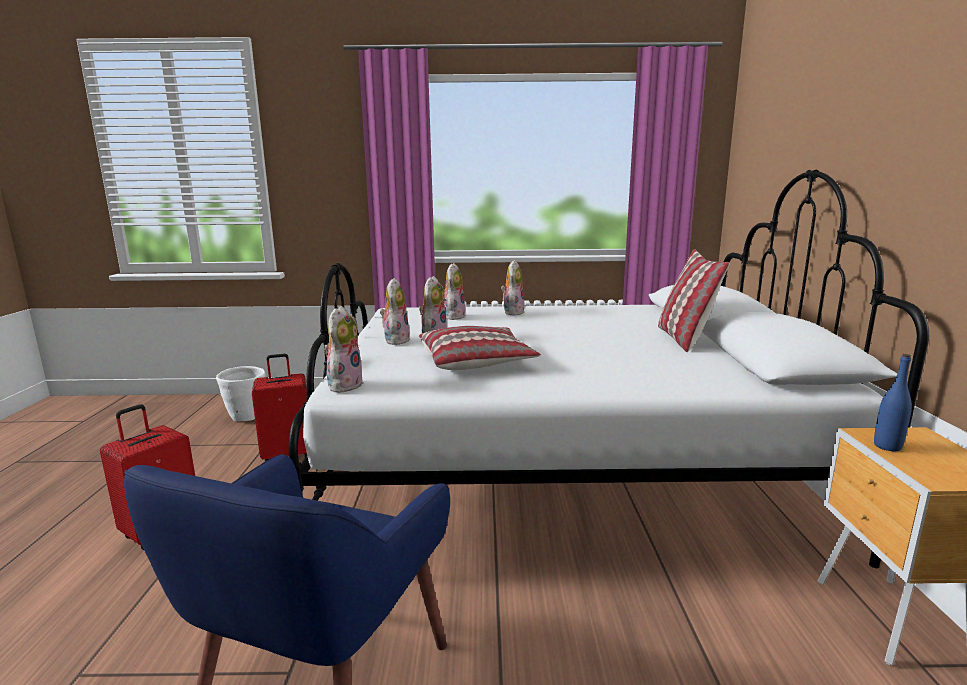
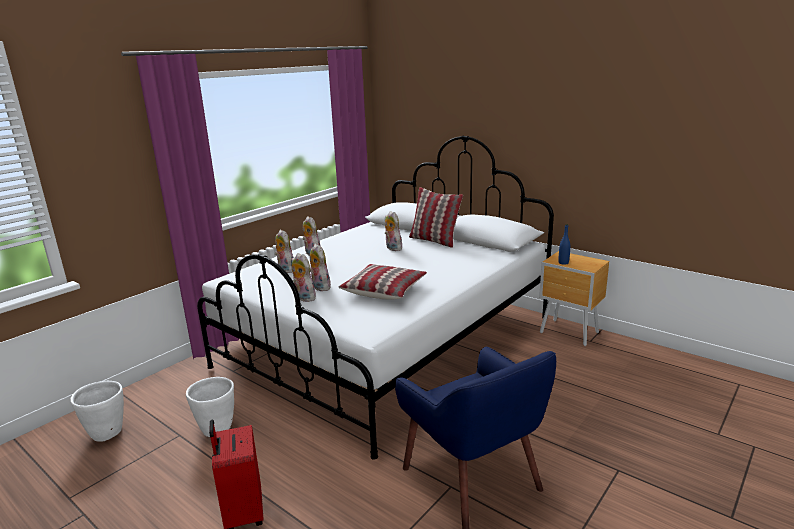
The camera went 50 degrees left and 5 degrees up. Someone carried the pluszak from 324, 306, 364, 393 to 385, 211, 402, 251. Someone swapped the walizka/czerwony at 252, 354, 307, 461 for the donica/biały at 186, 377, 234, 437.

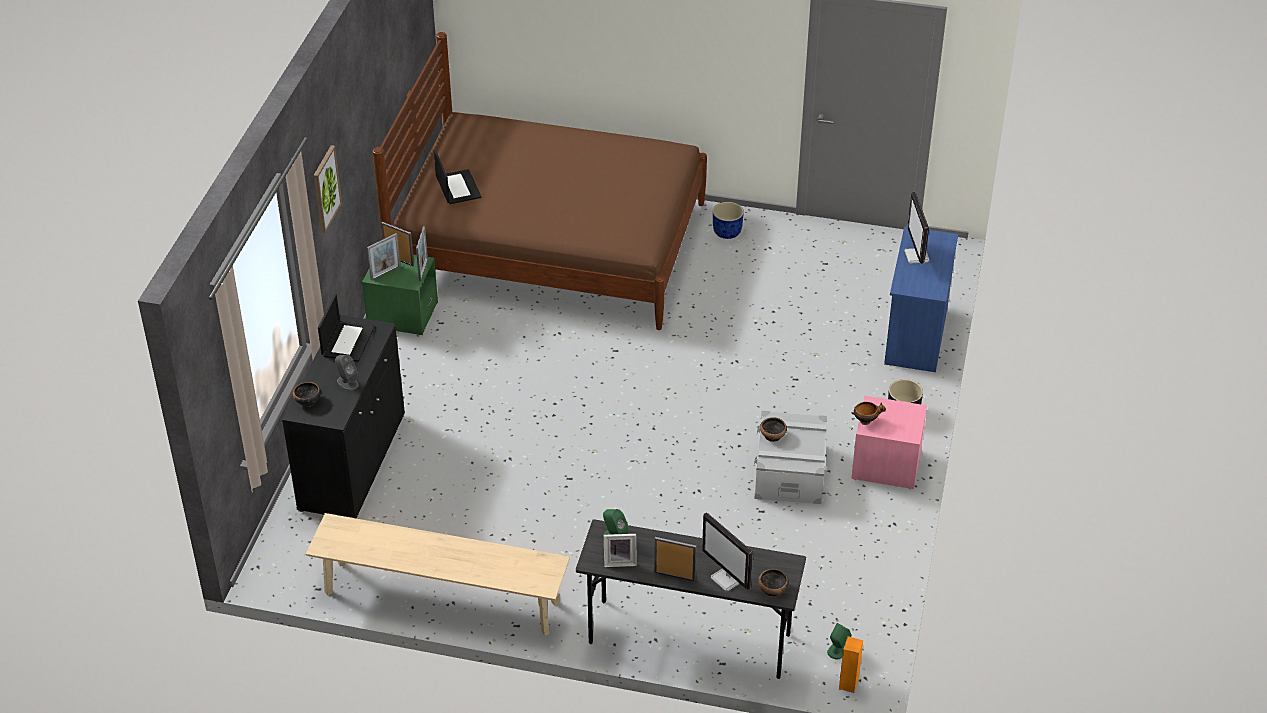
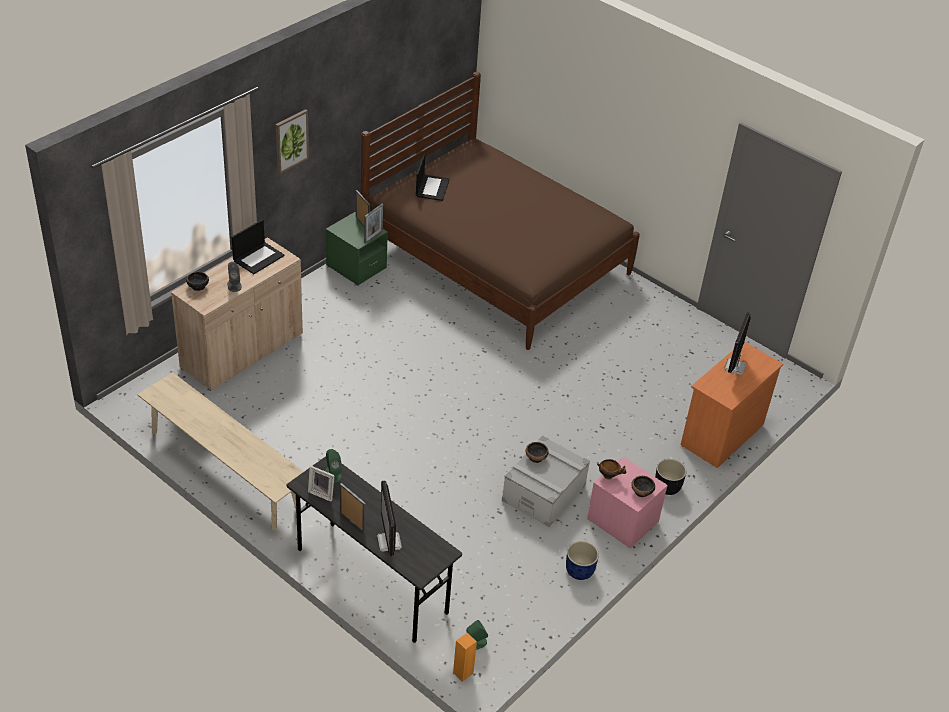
The camera went 25 degrees right and 0 degrees up. Someone carried the donica/niebieski from 713, 202, 744, 239 to 566, 541, 599, 580. Someone repainted the komoda/niebieski at 884, 226, 958, 372, which became the komoda/pomarańczowy at 681, 342, 783, 468. Someone took away the ramka na zdjęcie at 367, 233, 400, 281. Someone repainted the szafka/czarny at 282, 315, 405, 518, which became the szafka/beżowy at 171, 237, 303, 391. Someone carried the miska from 758, 569, 789, 597 to 631, 476, 655, 497.

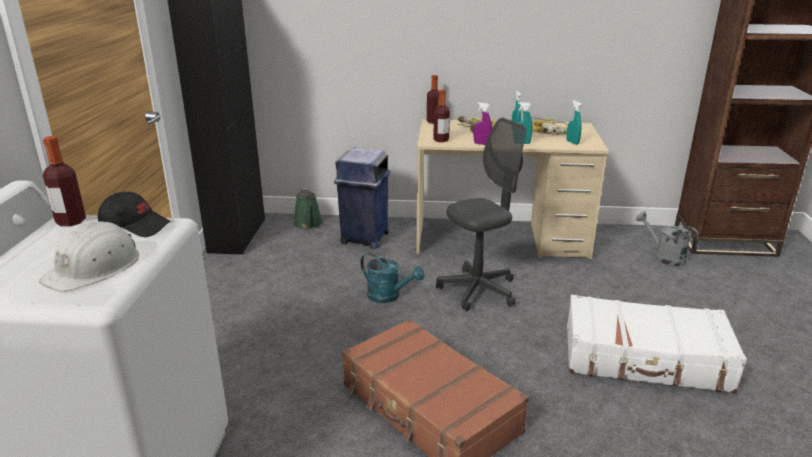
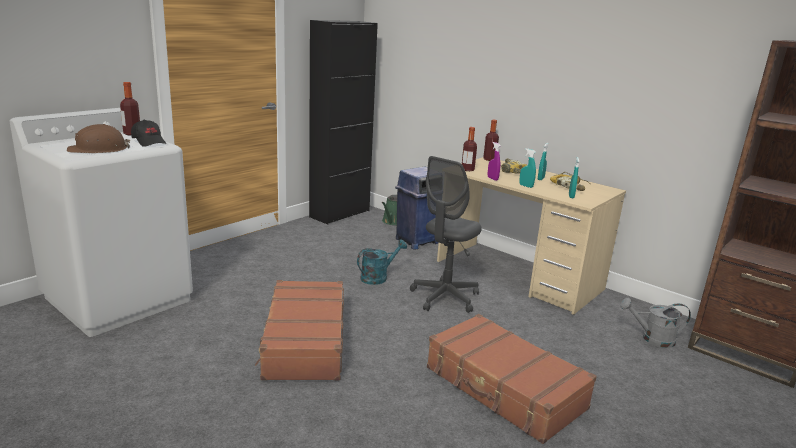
The camera went 35 degrees right and 5 degrees down. Someone rotated the krzesło biurowe/szary at 436, 118, 526, 311 by 120 degrees clockwise. Someone rotated the konewka/szary at 636, 212, 699, 266 by 75 degrees counterclockwise. Someone repainted the kask/biały at 39, 222, 139, 292, which became the kask/brązowy at 67, 124, 130, 153. Someone rotated the konewka/turkusowy at 360, 253, 425, 303 by 105 degrees counterclockwise. Someone repainted the walizka/biały at 567, 295, 747, 394, which became the walizka/brązowy at 427, 314, 597, 444.

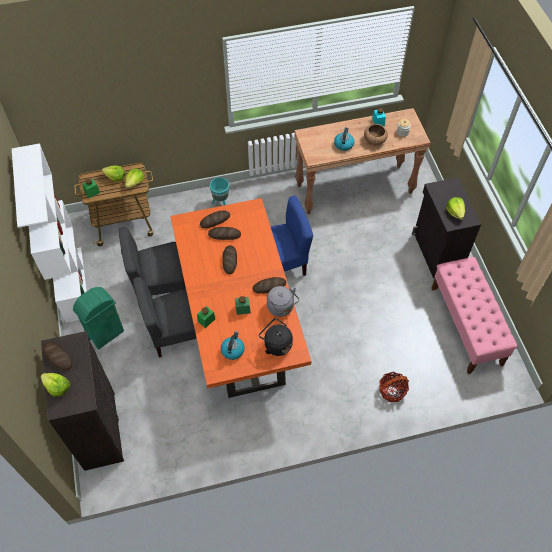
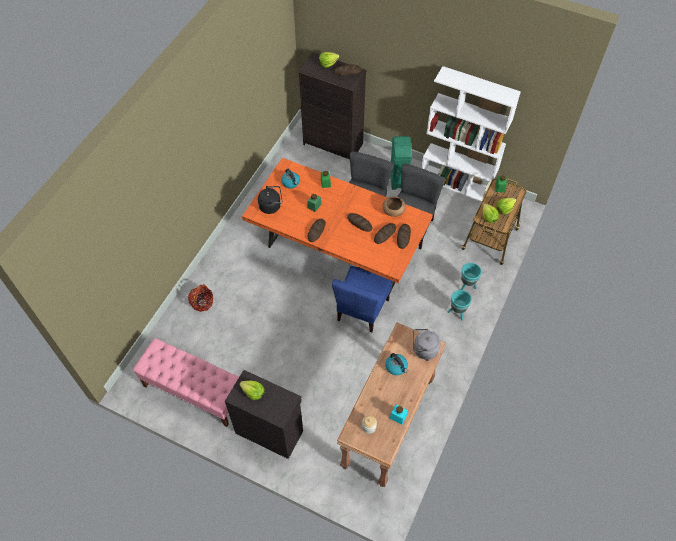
The camera went 130 degrees right and 0 degrees up. Someone carried the miska/brązowy from 364, 124, 388, 145 to 383, 196, 406, 217. Someone carried the czajnik/szary from 267, 286, 299, 317 to 413, 329, 441, 361. Someone put down the donica/turkusowy at 461, 263, 481, 290.

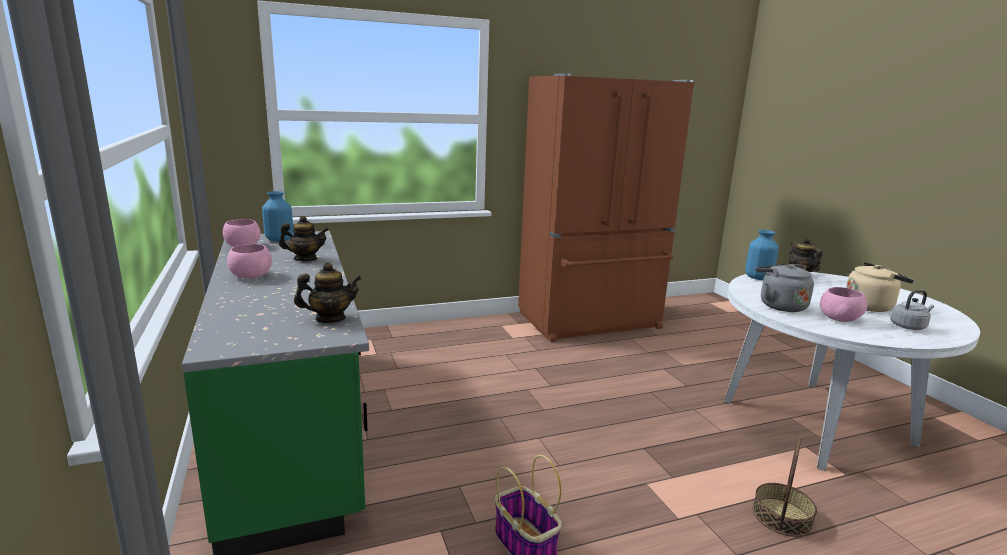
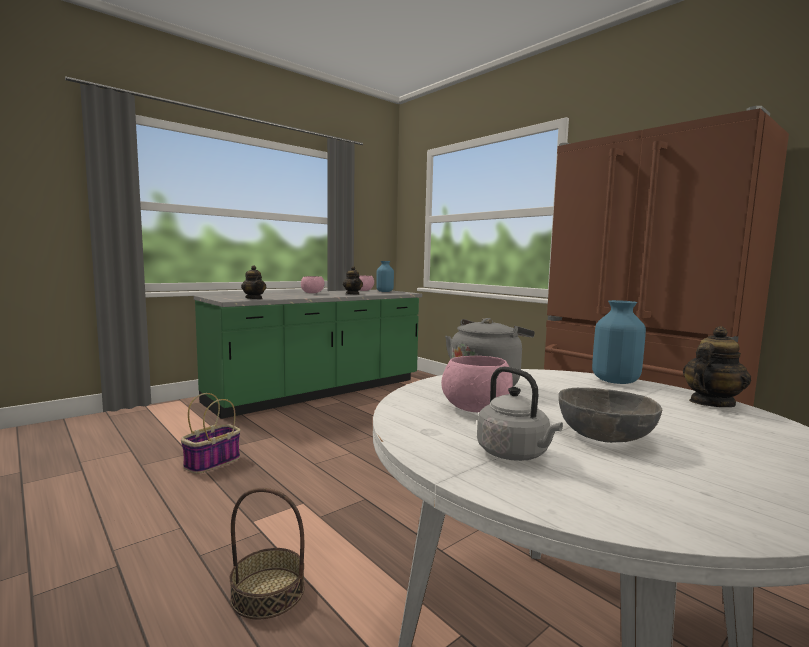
The camera went 70 degrees right and 10 degrees down. Someone swapped the czajnik/beżowy at 846, 262, 914, 312 for the miska/szary at 558, 388, 662, 443.

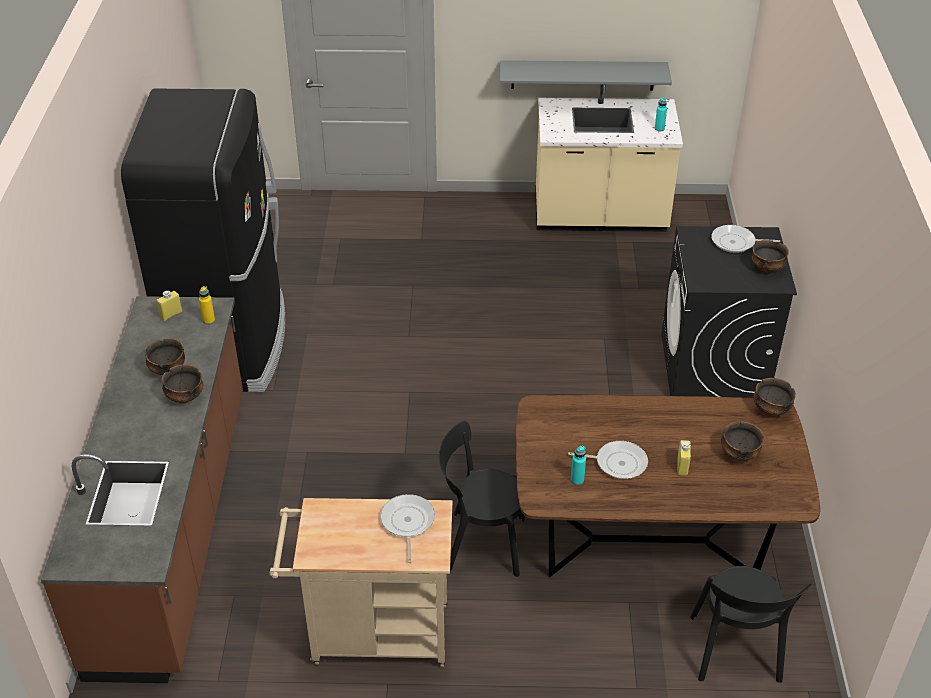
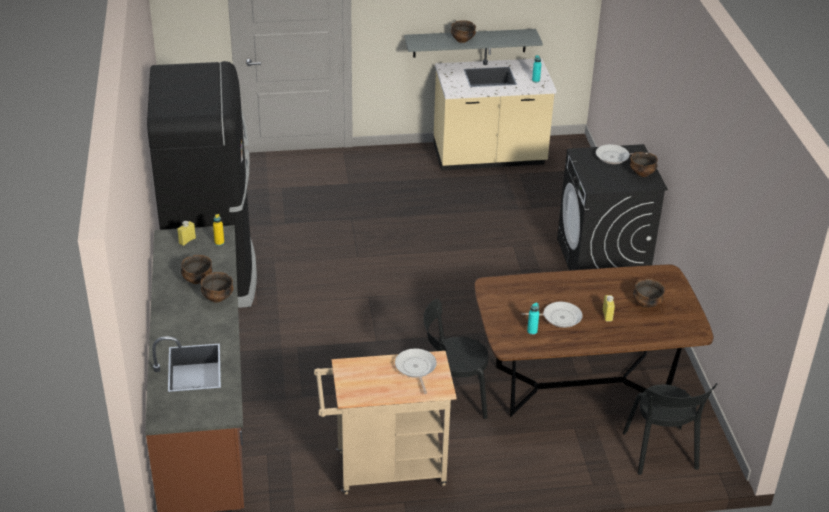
The camera went 10 degrees left and 5 degrees down. Someone carried the miska from 754, 378, 796, 416 to 451, 20, 476, 43.

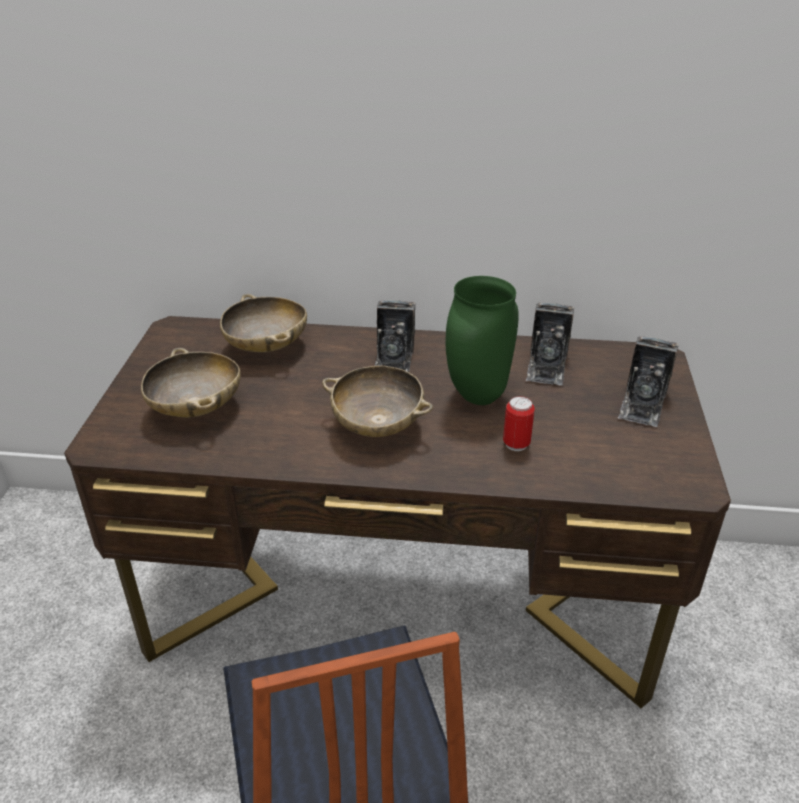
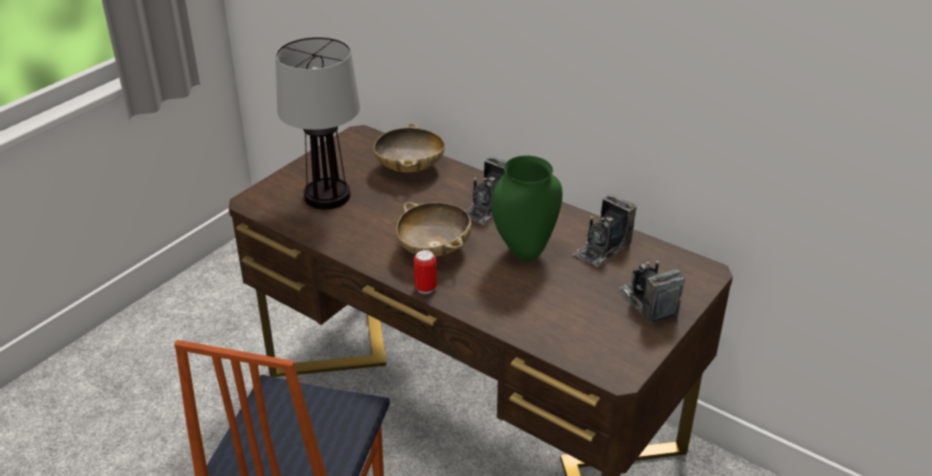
The camera went 30 degrees right and 0 degrees up. Someone rotated the aparat fotograficzny at 618, 336, 679, 427 by 105 degrees clockwise. Someone swapped the miska/beżowy at 141, 348, 241, 418 for the lampa stołowa at 276, 37, 360, 209. Someone carried the puszka from 503, 396, 535, 451 to 414, 250, 437, 294.

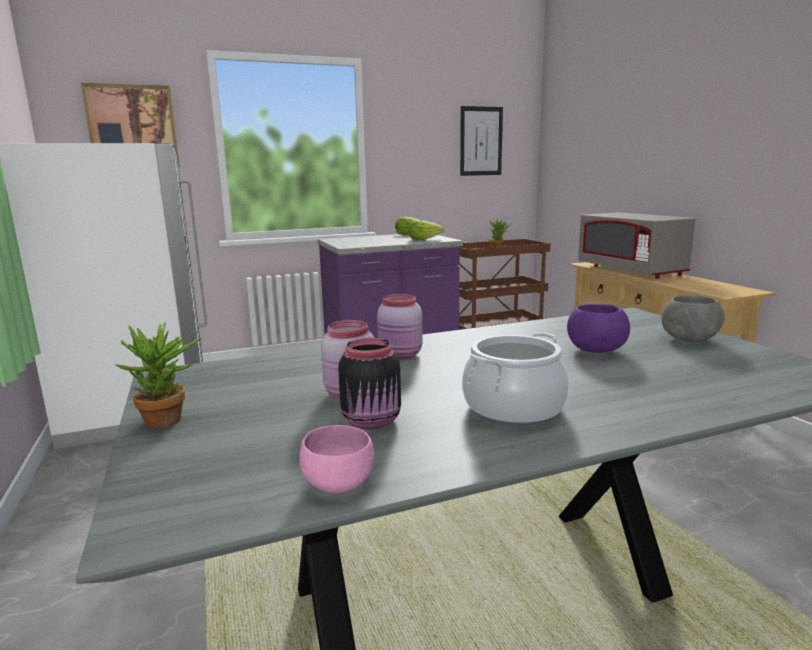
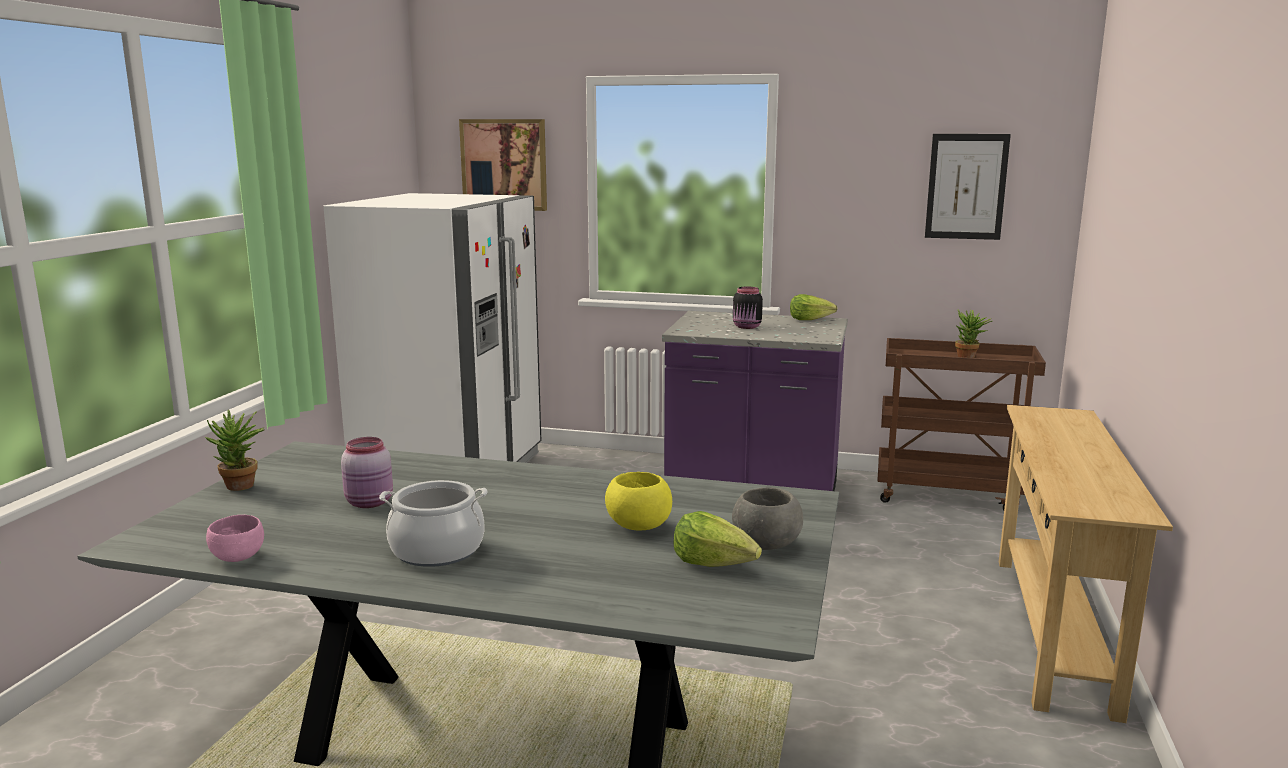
The camera went 35 degrees right and 0 degrees up. Someone took away the mikrofalówka/szary at 578, 212, 695, 279. Someone carried the sałata from 409, 220, 444, 240 to 673, 511, 762, 567. Someone took away the słoik/różowy at 377, 294, 423, 359. Someone repainted the miska/fioletowy at 567, 304, 630, 353, which became the miska/żółty at 605, 472, 672, 531. Someone carried the słoik/czarny from 338, 338, 401, 429 to 733, 287, 763, 329.

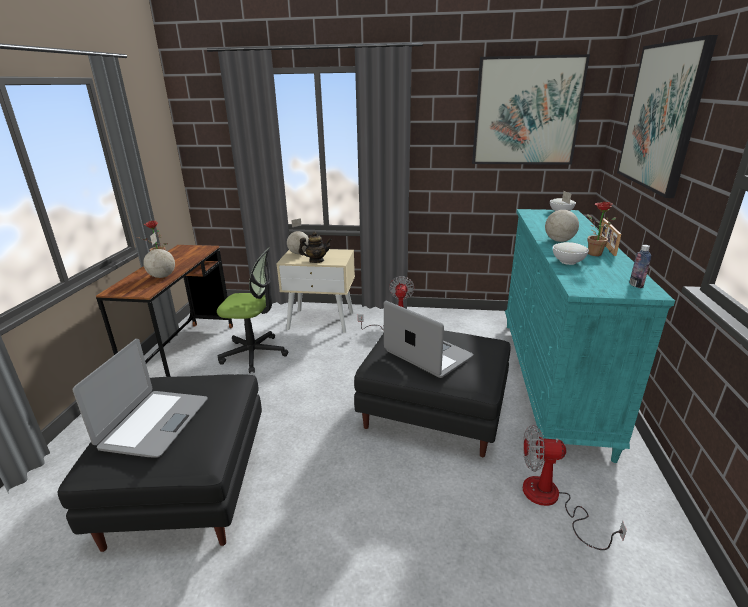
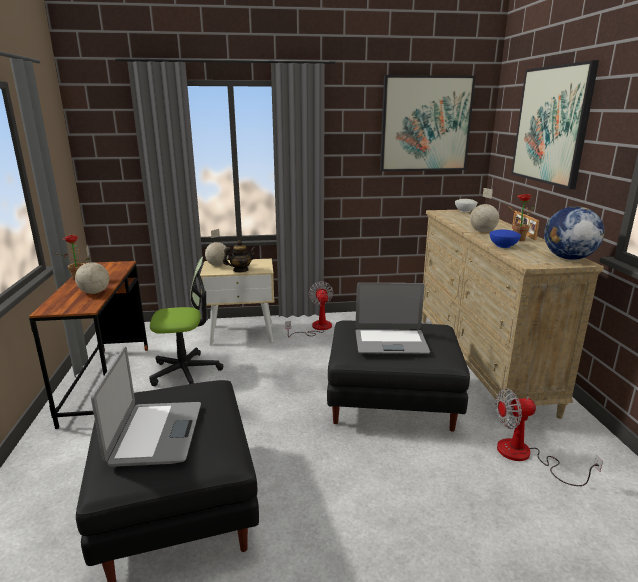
The camera went 15 degrees left and 5 degrees down. Someone repainted the komoda/turkusowy at 505, 209, 675, 463, which became the komoda/beżowy at 422, 209, 604, 423. Someone repainted the miska/biały at 553, 242, 589, 265, which became the miska/niebieski at 490, 229, 521, 248. Someone swapped the butelka at 629, 245, 651, 288 for the globus at 544, 206, 604, 260. Someone rotated the laptop at 384, 301, 474, 378 by 150 degrees clockwise.

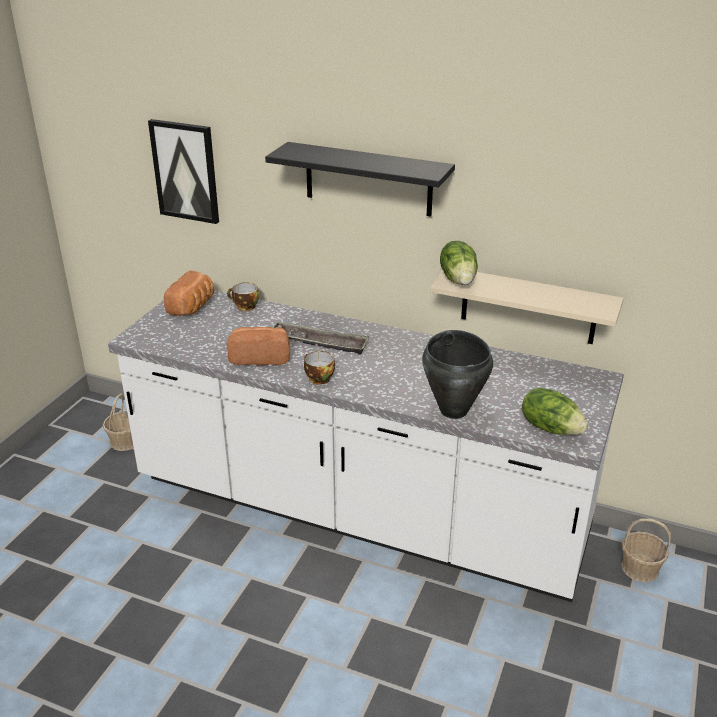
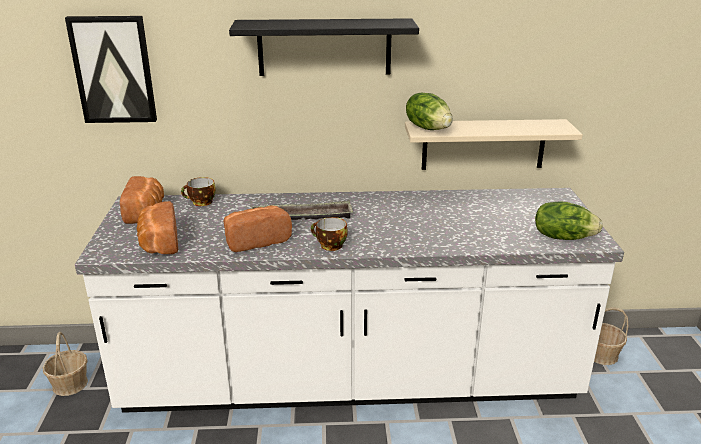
The camera went 25 degrees left and 5 degrees down. Someone took away the garnek/czarny at 422, 330, 493, 419. Someone put down the chleb at 137, 201, 178, 254.

